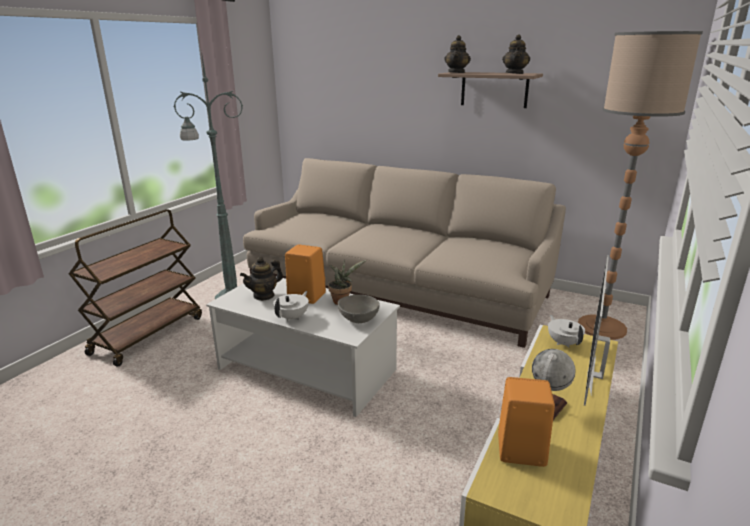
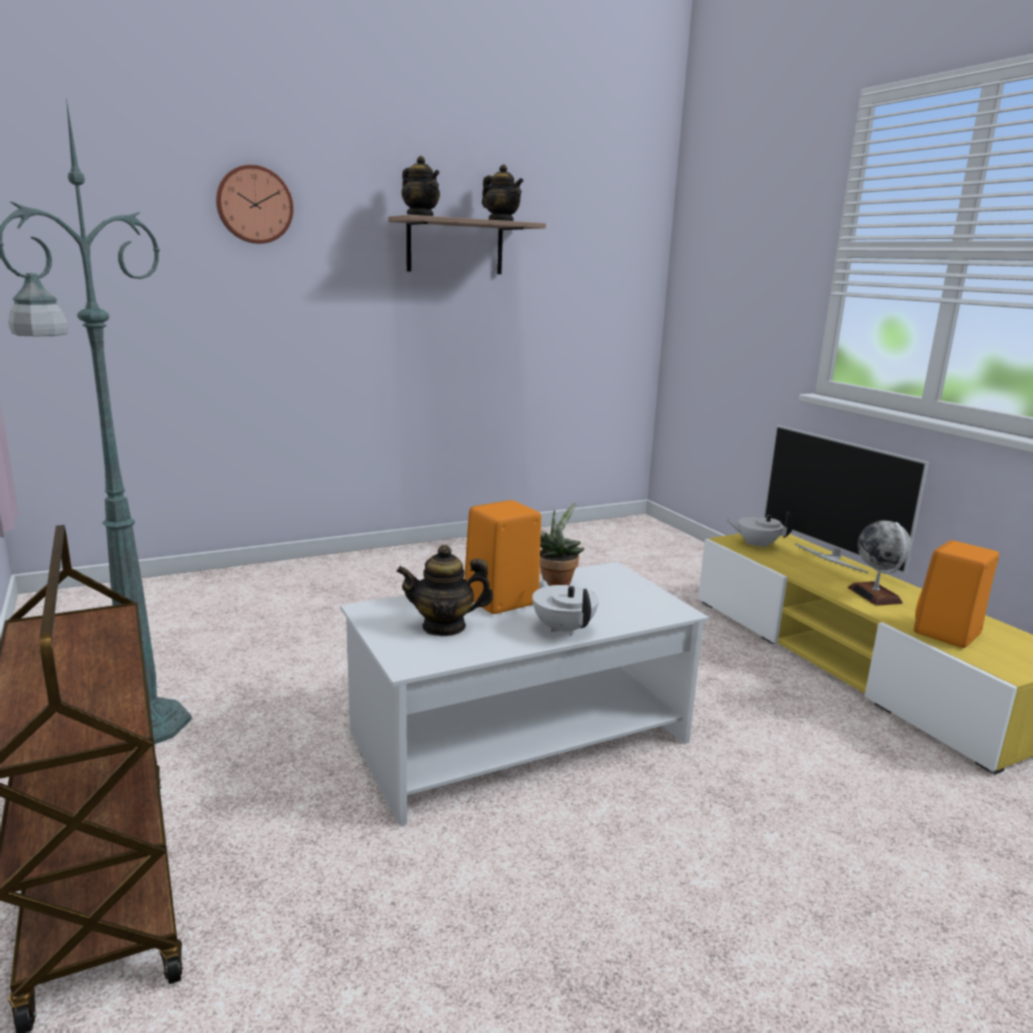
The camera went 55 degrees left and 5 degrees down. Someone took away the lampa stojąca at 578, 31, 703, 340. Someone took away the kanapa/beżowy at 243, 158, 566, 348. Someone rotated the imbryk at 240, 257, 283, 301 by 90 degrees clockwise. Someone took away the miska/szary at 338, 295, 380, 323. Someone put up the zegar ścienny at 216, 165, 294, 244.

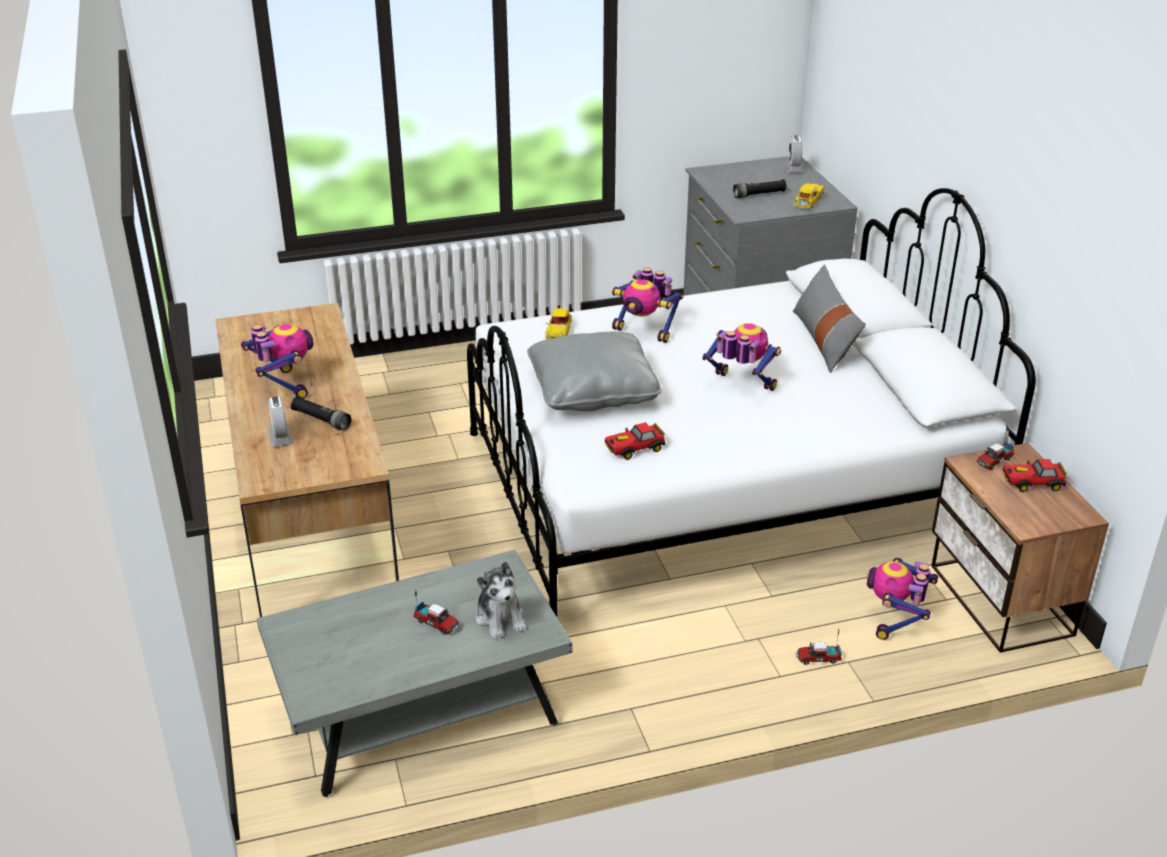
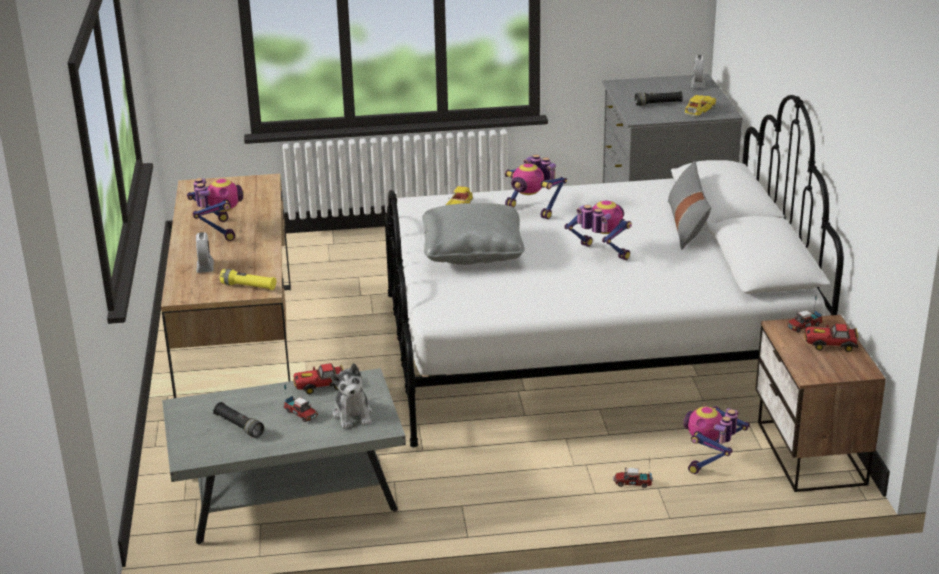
The camera went 10 degrees right and 5 degrees down. Someone carried the latarka/czarny from 290, 396, 351, 430 to 213, 402, 264, 438. Someone carried the samochodzik from 605, 422, 666, 460 to 293, 363, 344, 394. Someone put down the latarka/żółty at 220, 269, 277, 290.

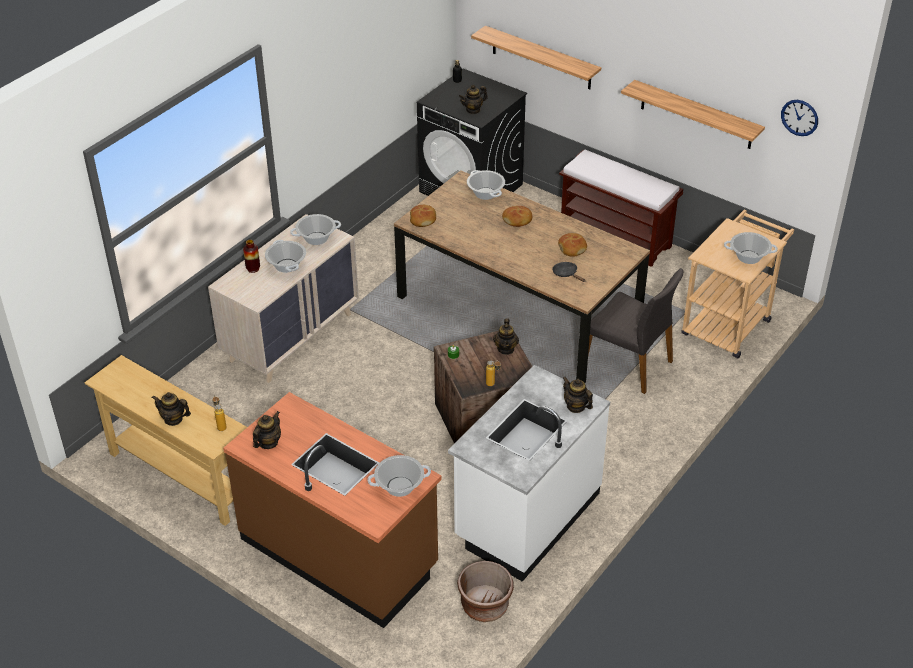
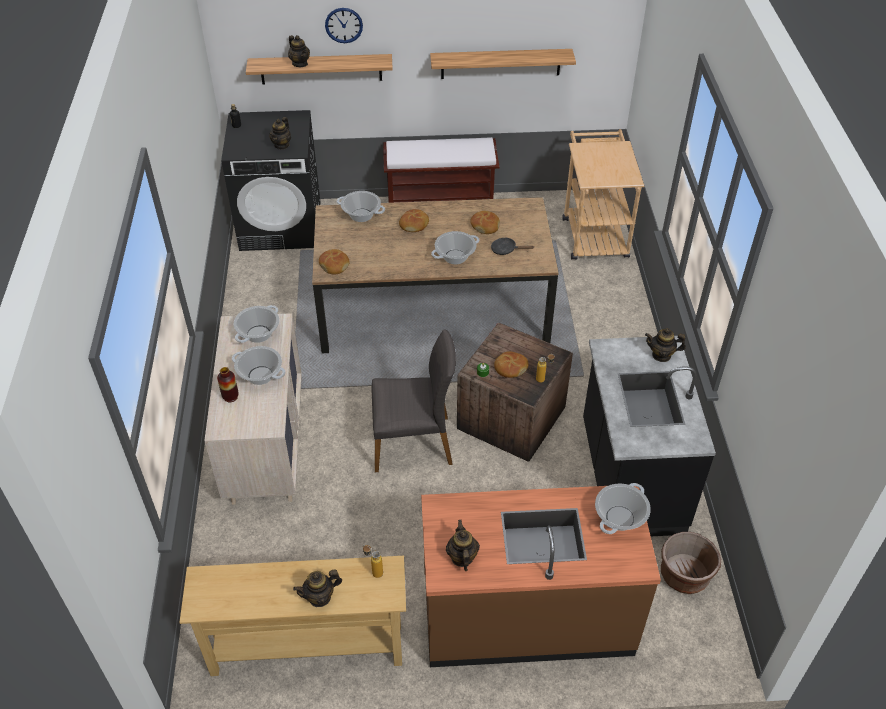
The camera went 40 degrees left and 5 degrees up. Someone carried the zegar ścienny from 781, 100, 818, 136 to 325, 8, 363, 43. Someone carried the garnek from 724, 232, 778, 264 to 431, 231, 479, 264. Someone carried the krzesło/szary from 588, 268, 684, 394 to 372, 329, 456, 472. Someone carried the imbryk from 493, 318, 519, 355 to 288, 35, 310, 67. Someone repainted the zabudowa kuchenna/biały at 448, 365, 610, 582, which became the zabudowa kuchenna/czarny at 583, 336, 716, 536. Someone put down the chleb at 494, 351, 528, 378.

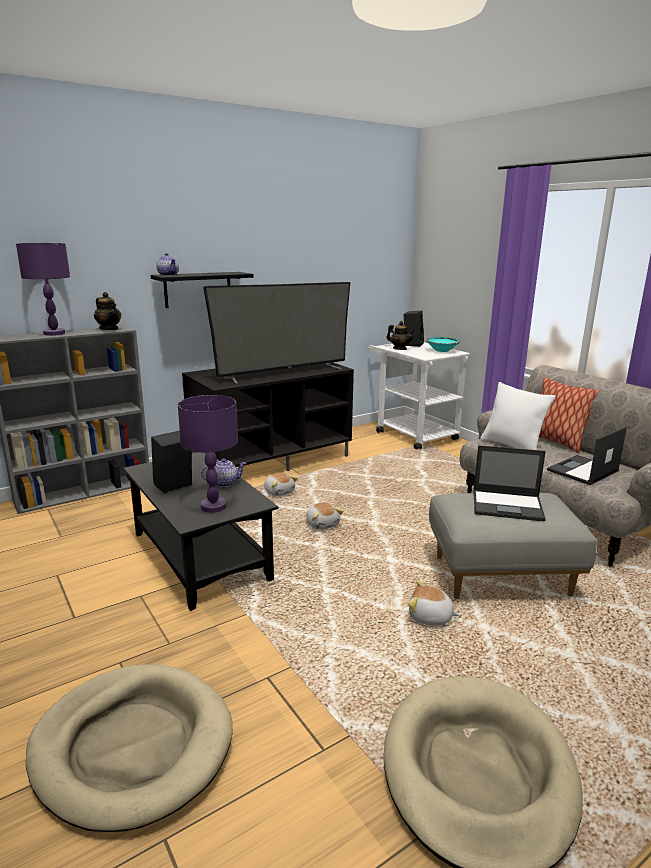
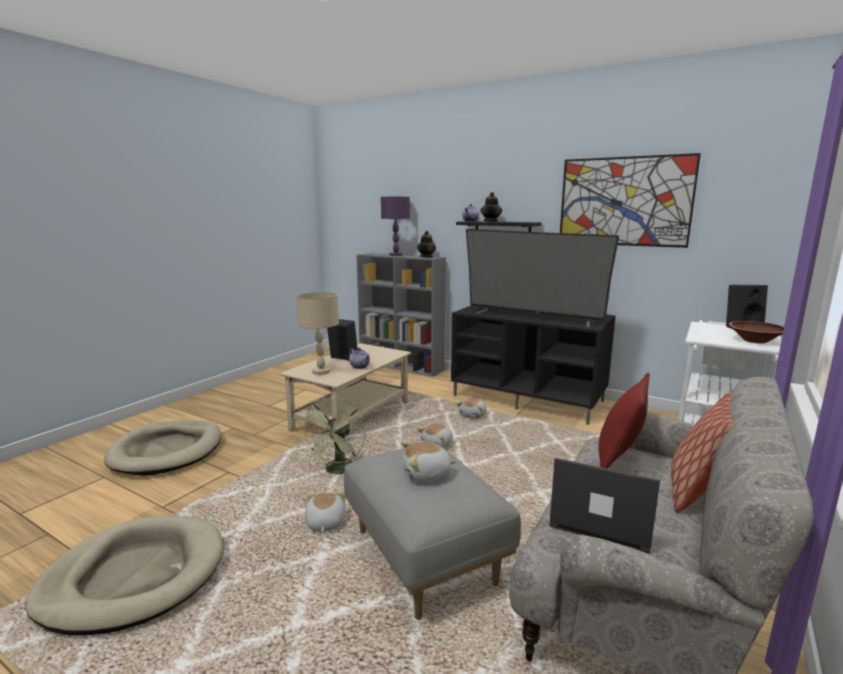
The camera went 65 degrees right and 5 degrees down. Someone carried the imbryk from 387, 321, 415, 350 to 480, 192, 502, 222. Someone repainted the miska/turkusowy at 426, 337, 461, 352, which became the miska/brązowy at 729, 321, 784, 343. Someone repainted the poduszka/biały at 481, 382, 555, 450, which became the poduszka/czerwony at 599, 372, 650, 469. Someone repainted the lampa stołowa/fioletowy at 178, 395, 238, 513, which became the lampa stołowa/beżowy at 296, 292, 339, 375. Someone swapped the laptop at 473, 445, 546, 522 for the pluszak at 401, 441, 456, 482. Someone repainted the ława/czarny at 123, 452, 278, 611, which became the ława/beżowy at 279, 343, 412, 442. Someone put up the obraz at 560, 153, 701, 248. Someone put down the wentylator/zielony at 300, 397, 366, 474.

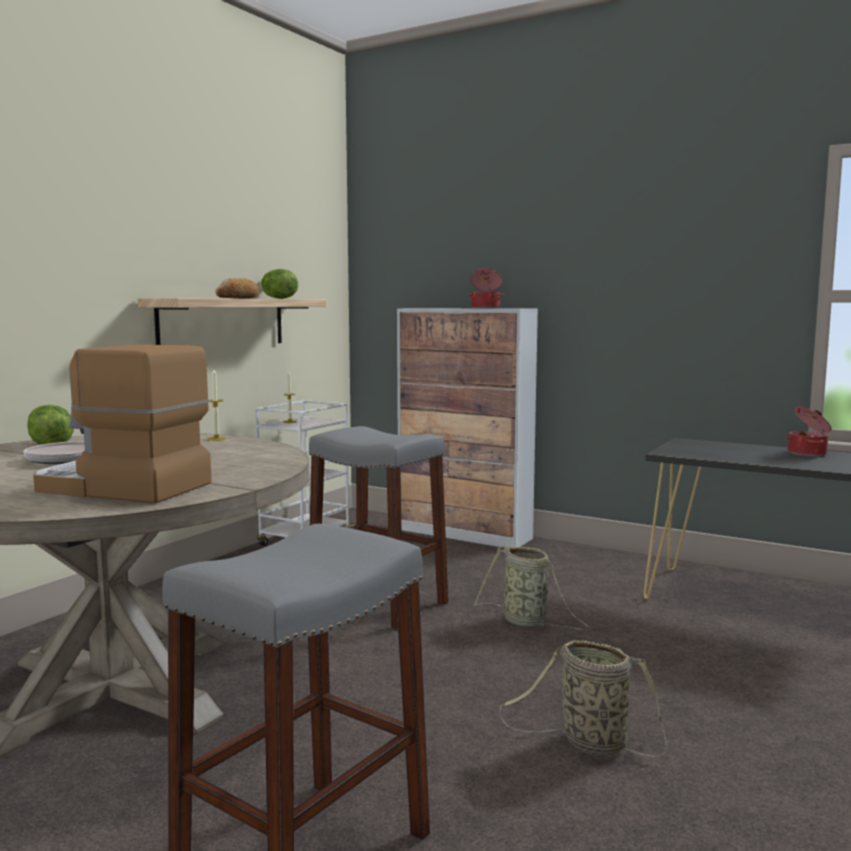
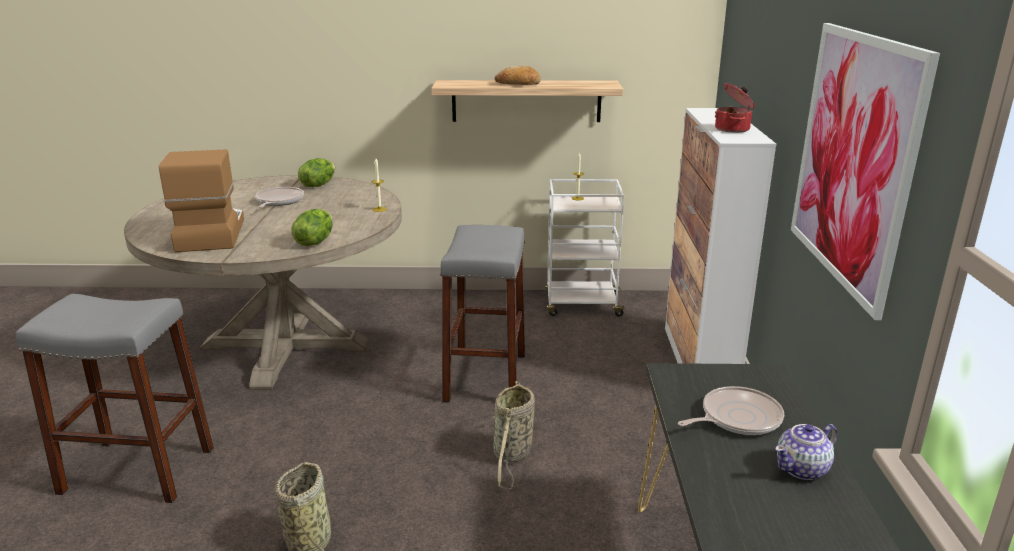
The camera went 60 degrees right and 15 degrees up. Someone carried the sałata from 260, 269, 298, 299 to 291, 209, 333, 246. Someone swapped the garnek at 787, 406, 831, 457 for the imbryk at 775, 424, 837, 480. Someone put up the obraz at 791, 23, 940, 320. Someone put down the patelnia at 678, 386, 784, 435.

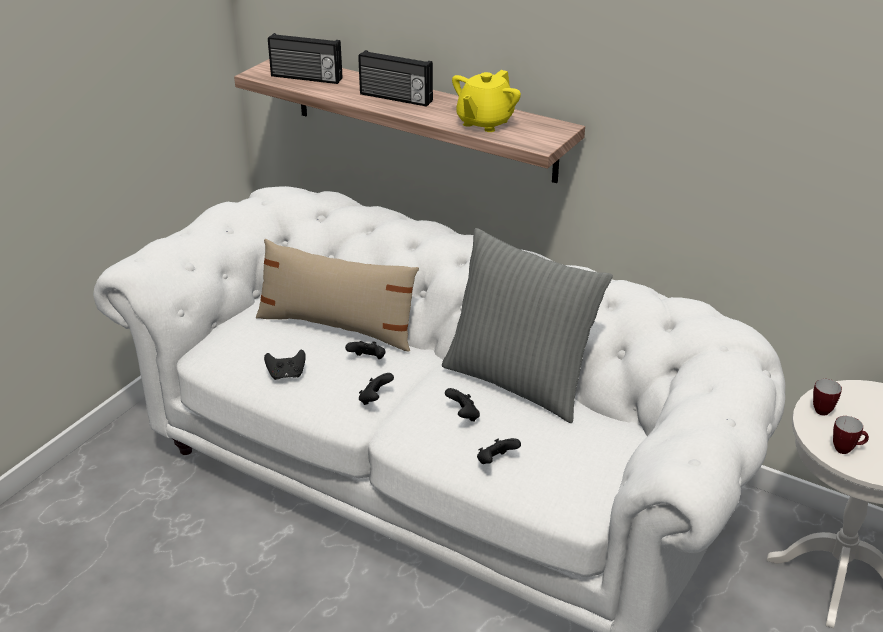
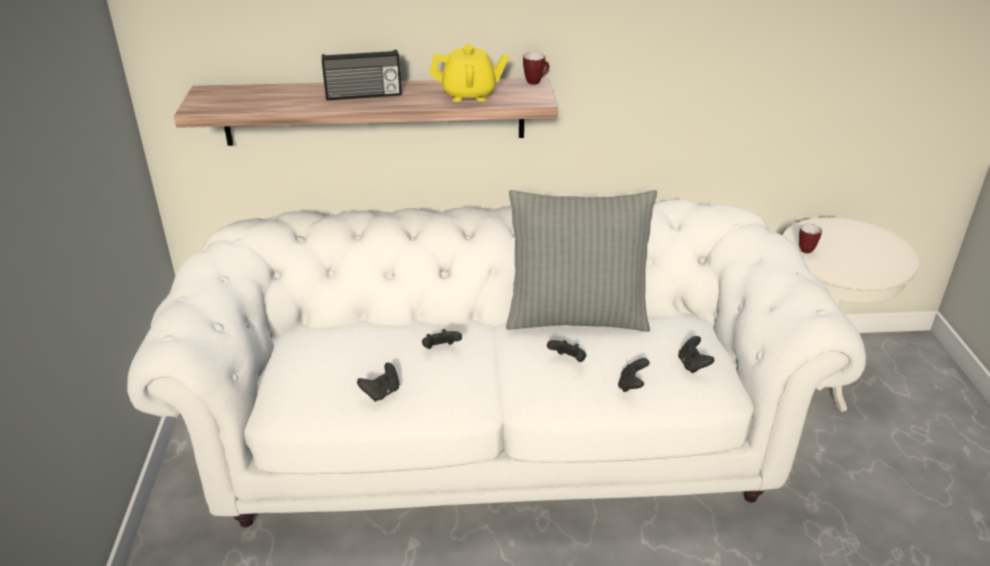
The camera went 35 degrees left and 0 degrees up. Someone took away the radio at 268, 33, 342, 84. Someone rotated the imbryk/żółty at 452, 70, 521, 132 by 90 degrees counterclockwise. Someone took away the poduszka/beżowy at 256, 239, 419, 352. Someone carried the pad do gier/czarny from 359, 373, 394, 405 to 678, 336, 714, 373. Someone carried the kubek from 833, 416, 869, 454 to 523, 53, 549, 85.

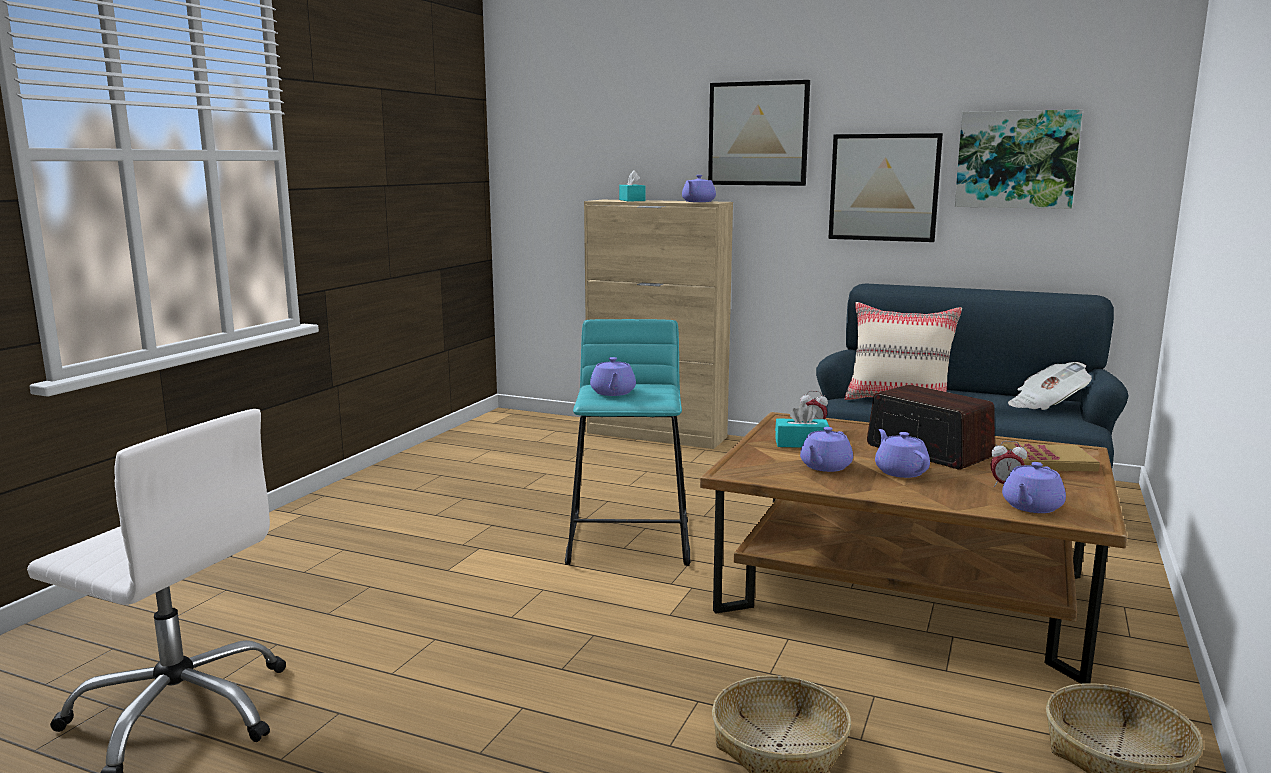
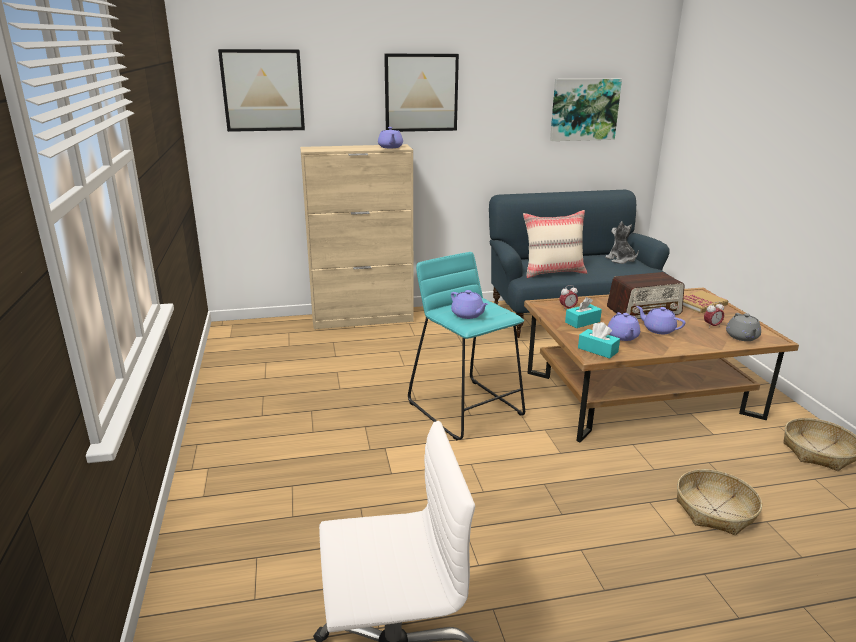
The camera went 35 degrees left and 10 degrees up. Someone carried the obraz from 828, 133, 943, 242 to 218, 49, 305, 132. Someone carried the pudełko chusteczek/turkusowy from 619, 170, 646, 201 to 578, 322, 620, 358. Someone swapped the gazeta at 1008, 362, 1092, 410 for the pluszak at 605, 221, 639, 264. Someone rotated the radio at 867, 384, 995, 470 by 150 degrees clockwise. Someone repainted the imbryk/fioletowy at 1002, 462, 1066, 513, which became the imbryk/szary at 726, 313, 761, 341.

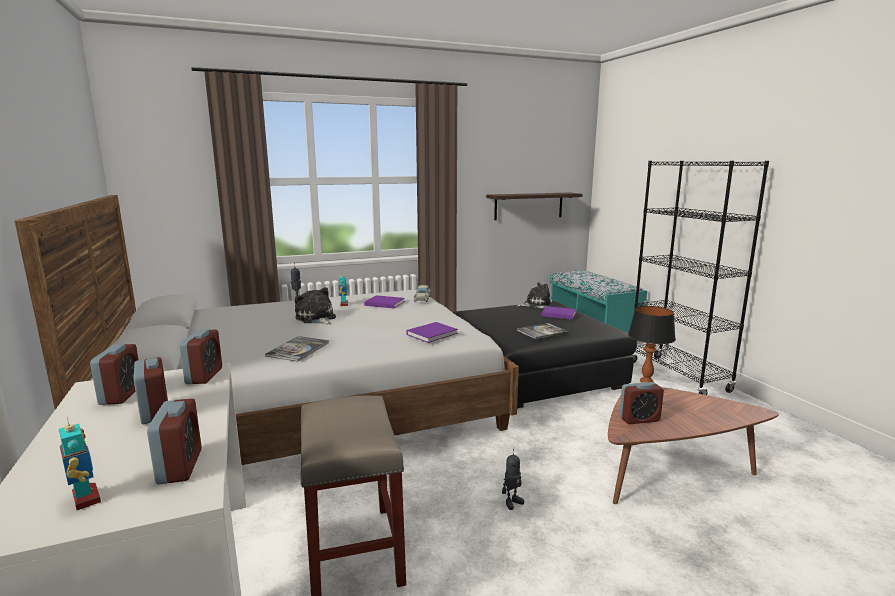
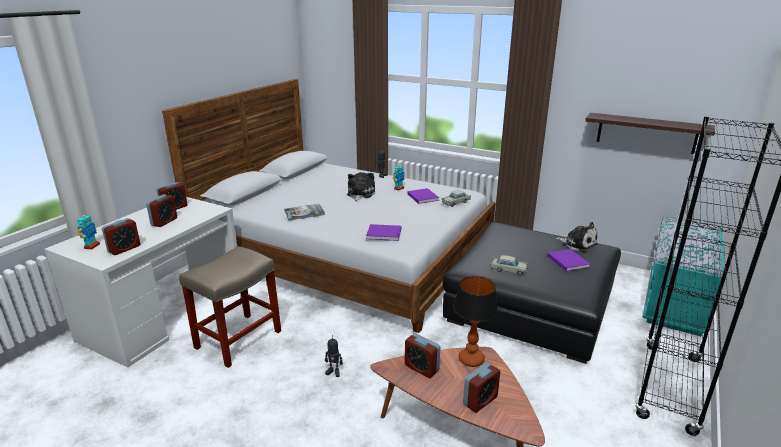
The camera went 50 degrees right and 10 degrees up. Someone swapped the książka at 517, 323, 569, 339 for the samochodzik/beżowy at 491, 255, 528, 275. Someone carried the budzik from 179, 330, 222, 384 to 463, 363, 500, 413.

